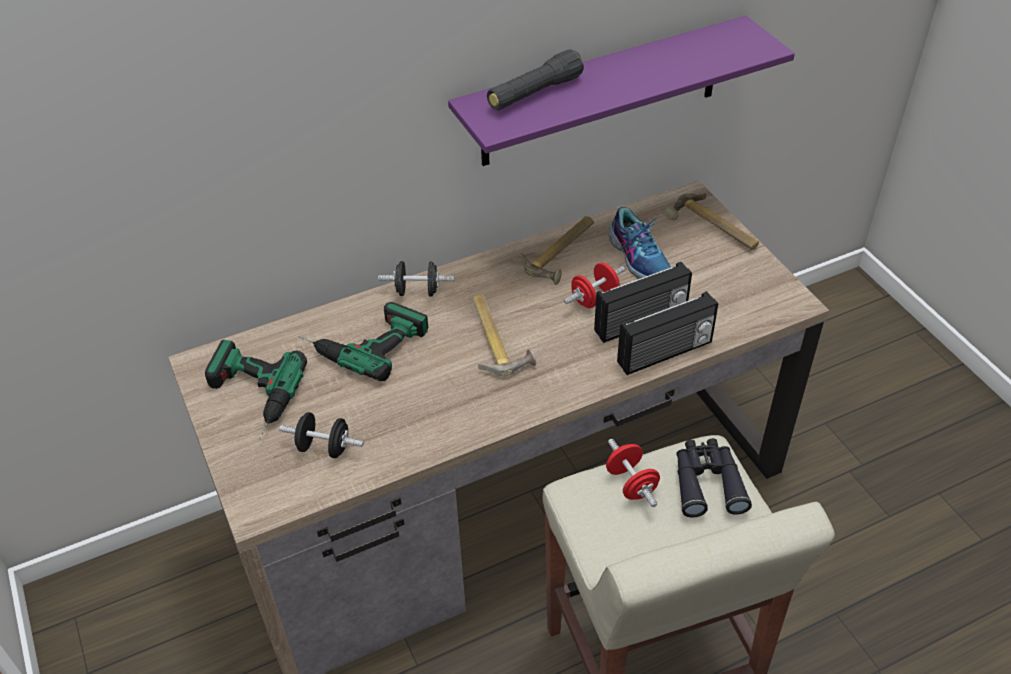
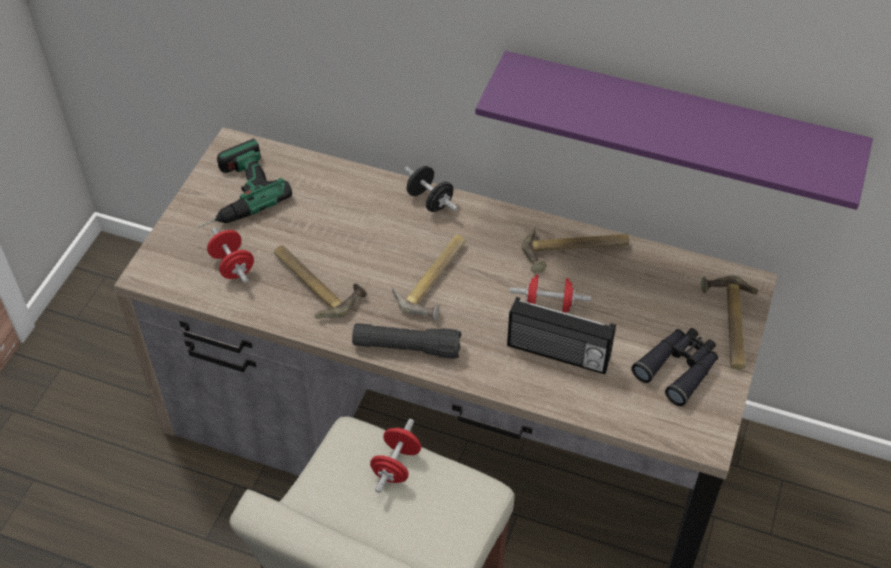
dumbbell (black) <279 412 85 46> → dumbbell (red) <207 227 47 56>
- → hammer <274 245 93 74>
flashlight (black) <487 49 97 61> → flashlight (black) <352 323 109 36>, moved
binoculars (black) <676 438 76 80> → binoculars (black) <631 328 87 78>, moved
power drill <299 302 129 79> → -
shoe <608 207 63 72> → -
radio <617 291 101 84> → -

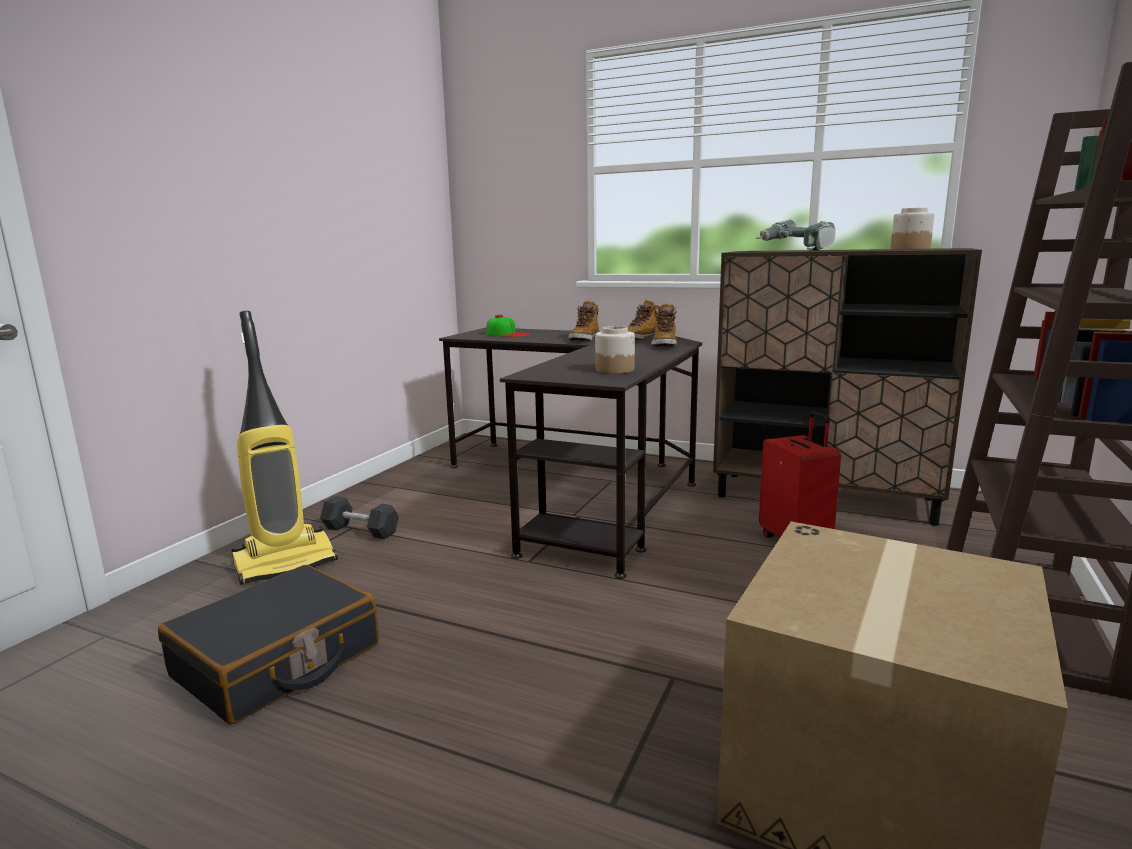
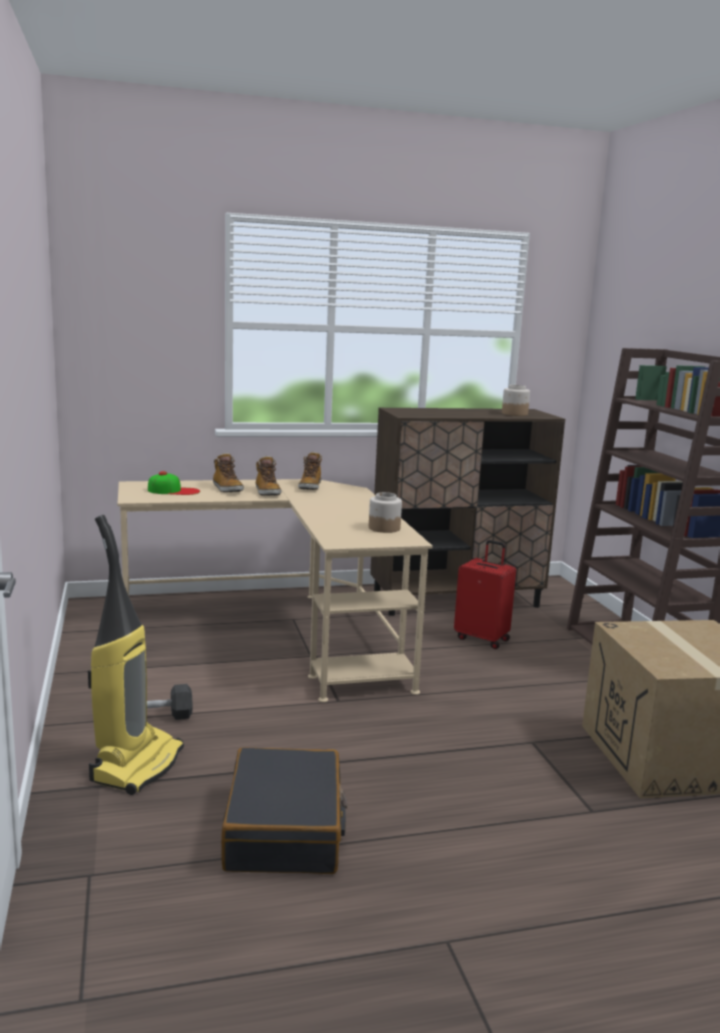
desk (black) <439 328 263 251> → desk (beige) <118 479 315 223>
boot <651 303 26 44> → boot <213 453 31 39>, moved
power drill <756 219 79 32> → -

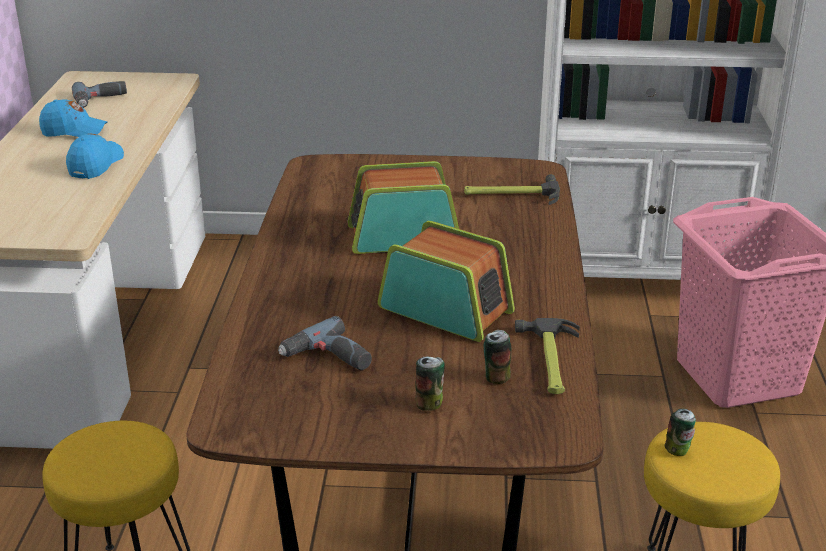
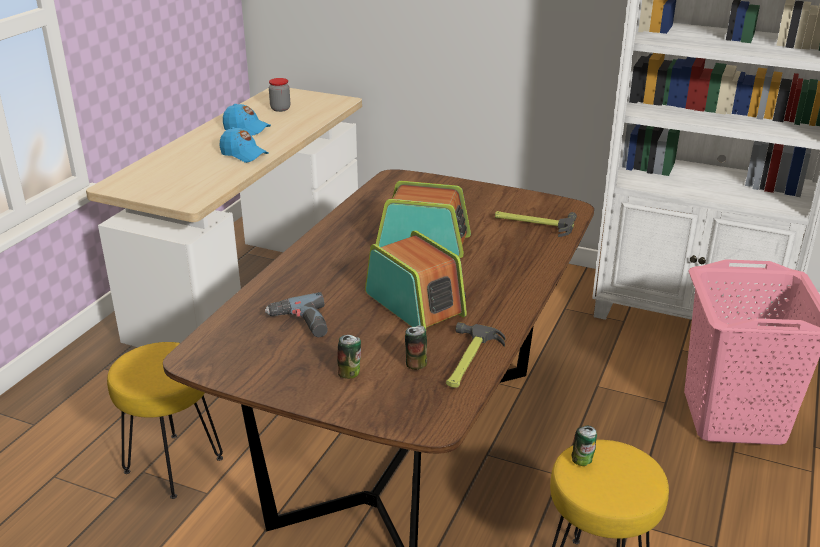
cap (blue) <66 134 58 45> → cap (blue) <220 127 48 36>, 90 degrees clockwise
power drill <72 81 55 27> → jar <269 78 21 34>

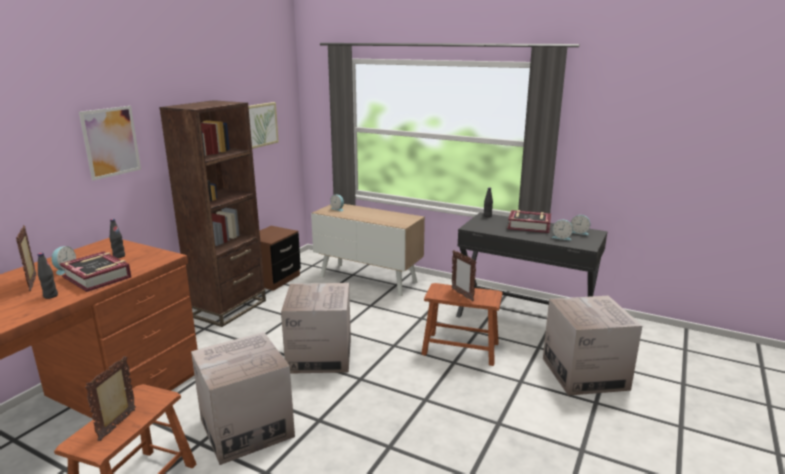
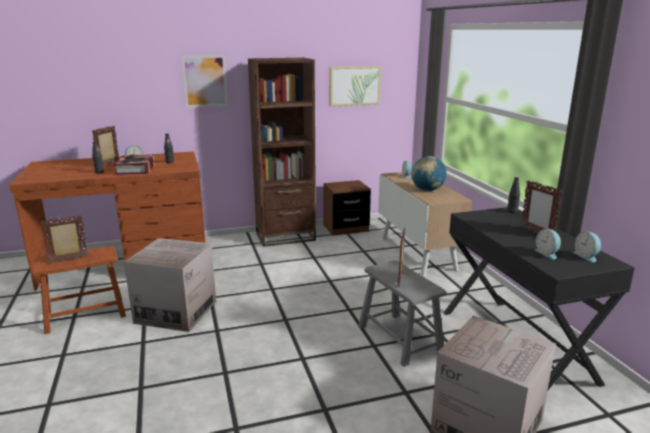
stool (brown) <421 283 82 83> → stool (grey) <358 260 89 107>
- → globe <411 156 36 35>
book <508 210 43 23> → picture frame <521 180 41 52>
cardboard box <281 283 70 91> → -

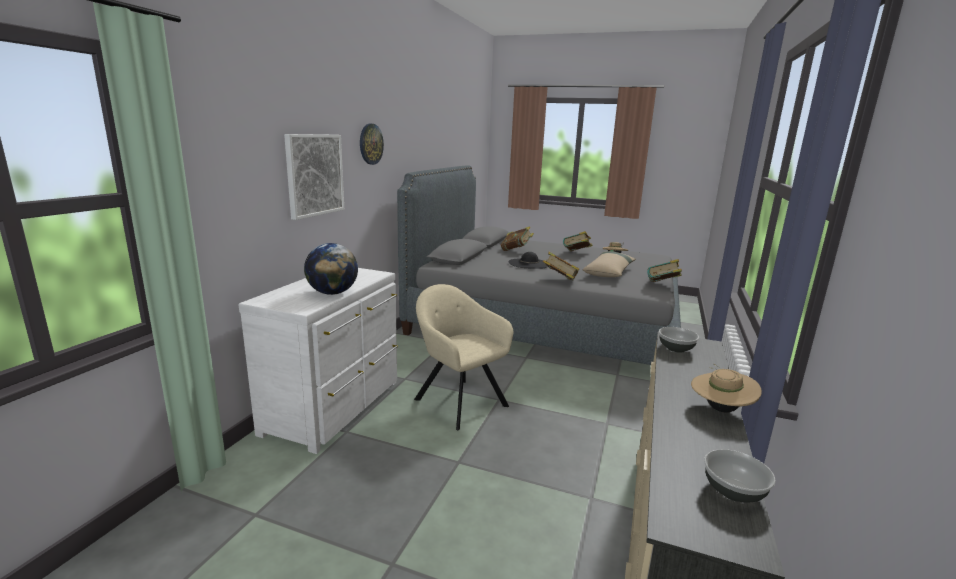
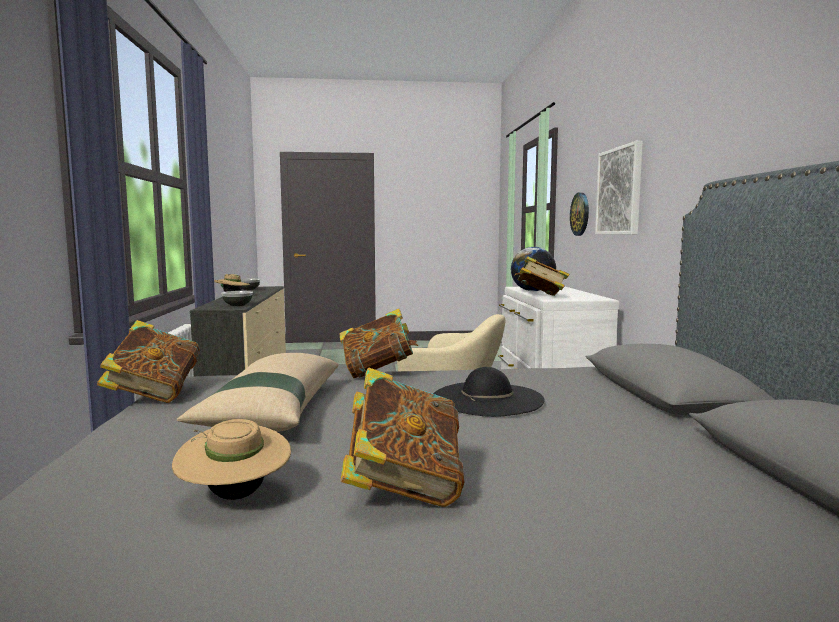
book <501 226 33 25> → book <514 256 55 40>, moved
wall clock <360 124 24 41> → wall clock <570 192 19 44>, moved

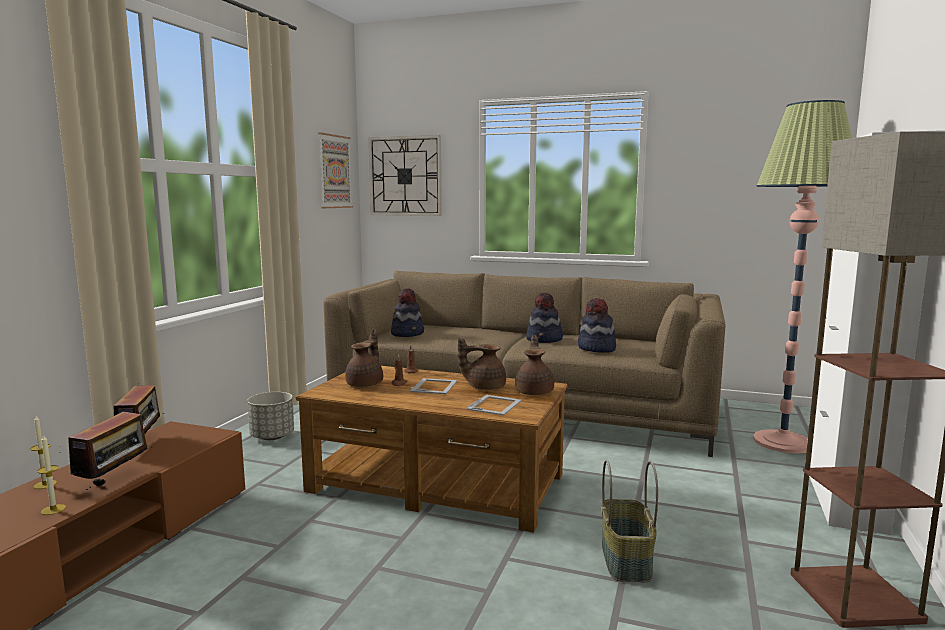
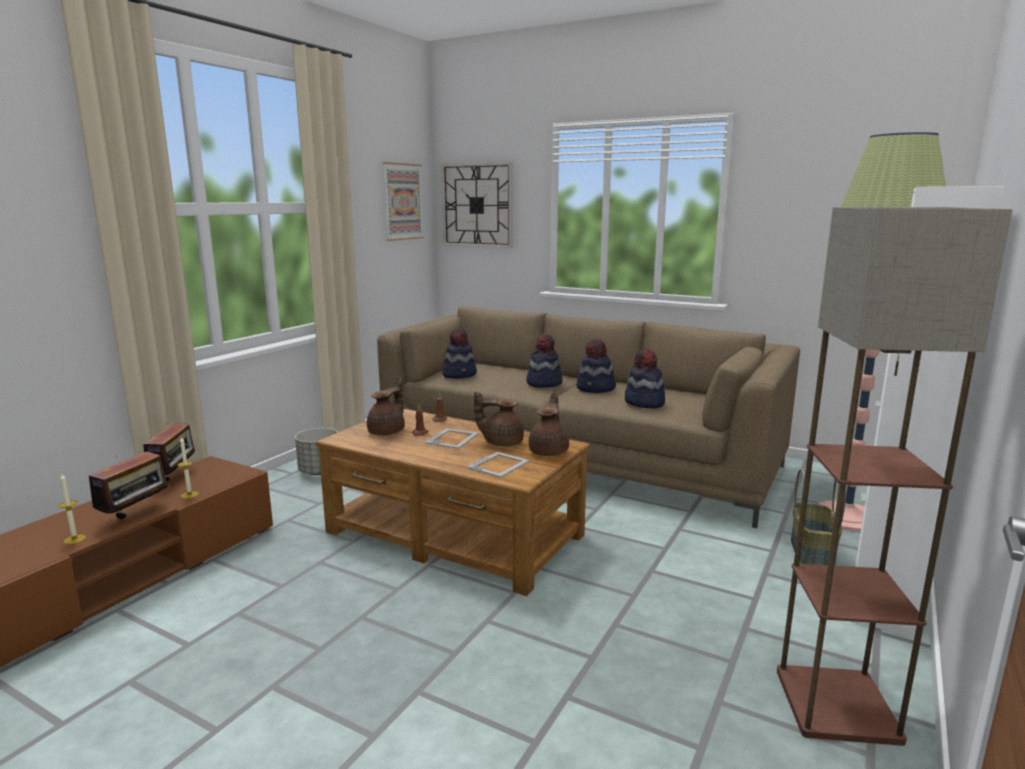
candle <30 416 27 73> → candle <178 436 21 63>, moved
- → hat <526 335 37 53>
basket <601 460 57 122> → basket <791 469 55 97>, moved

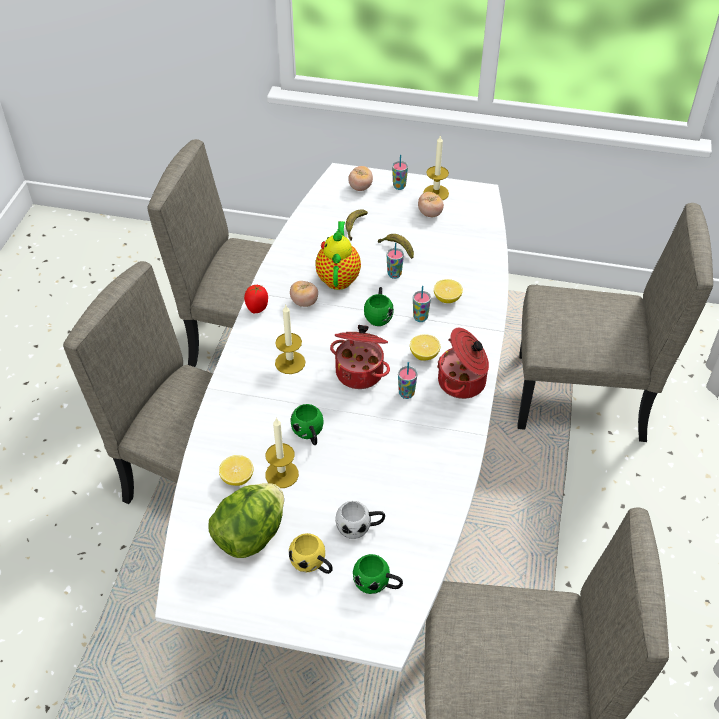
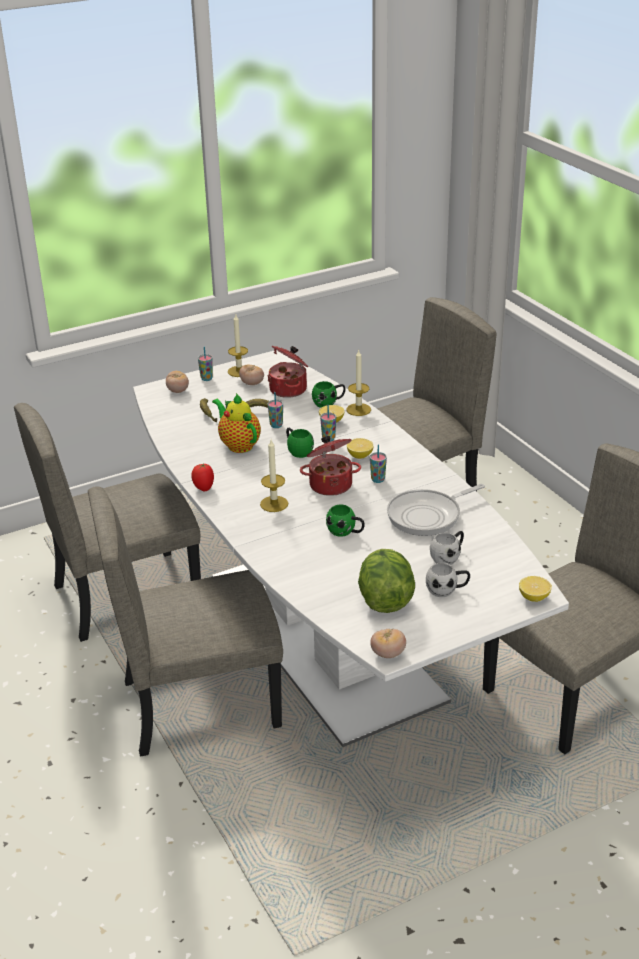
cooking pot <437 328 52 71> → cooking pot <268 346 40 52>, moved
mug (green) <353 554 50 40> → mug (green) <312 381 33 27>, moved
candle <265 417 34 71> → candle <347 350 24 66>, moved
tomato <290 281 28 26> → tomato <370 629 36 29>, moved
- → frying pan <387 484 98 52>
mug (yellow) <289 533 44 41> → mug (white) <426 563 44 34>
lemon <219 455 34 31> → lemon <519 576 33 26>, moved

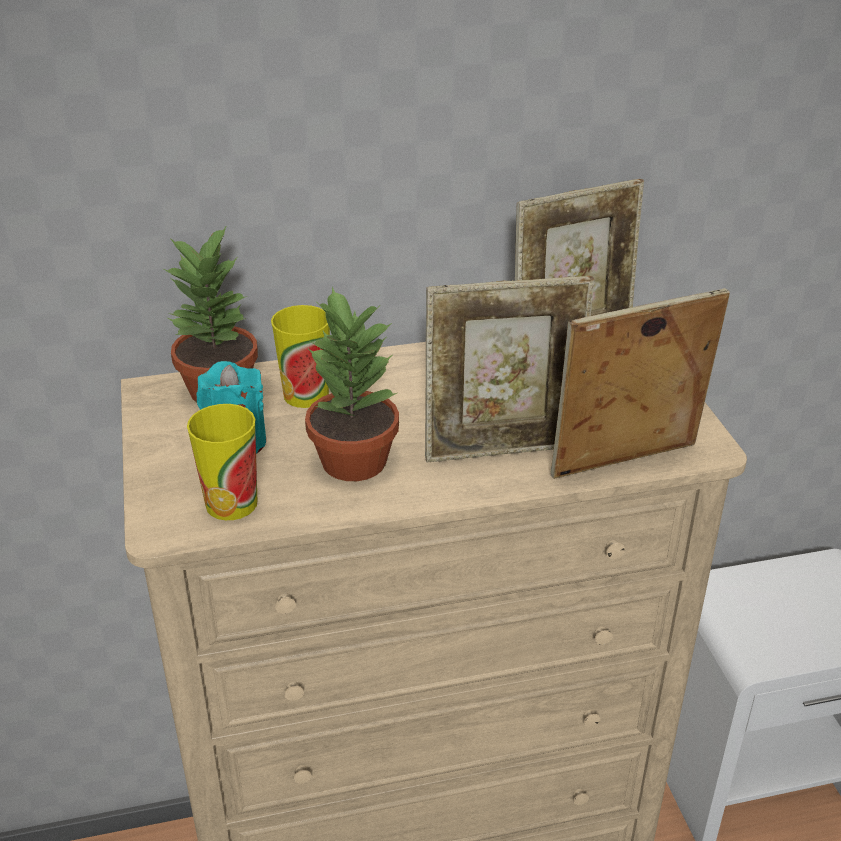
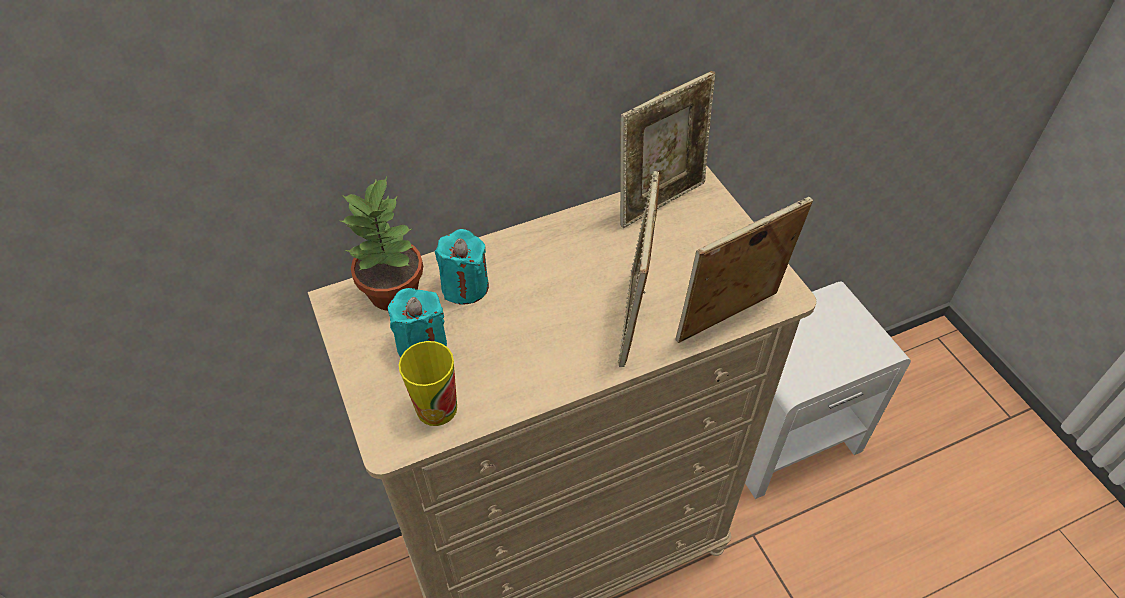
cup <271 305 59 103> → candle (turquoise) <435 229 54 76>
picture frame <425 276 170 186> → picture frame <618 171 42 196>, 120 degrees clockwise
potted plant <305 287 94 194> → -

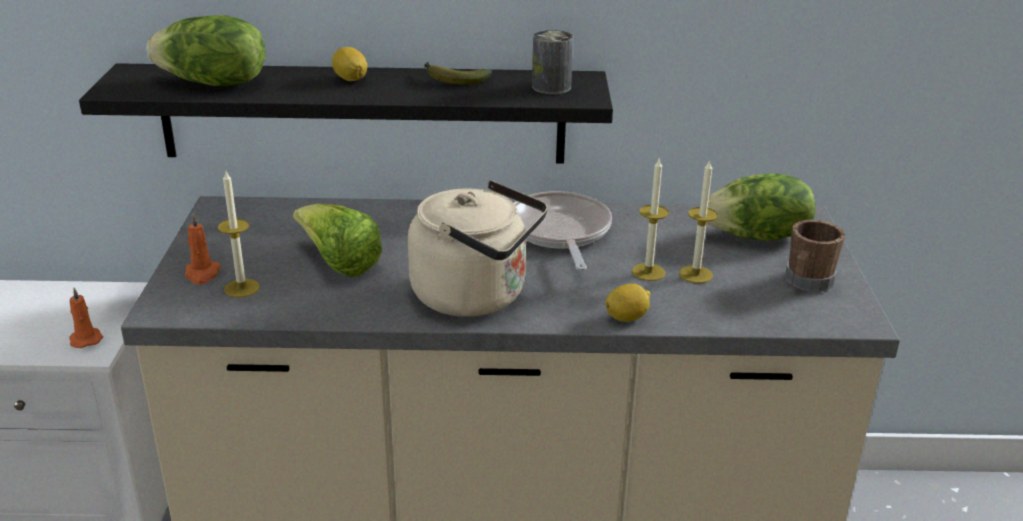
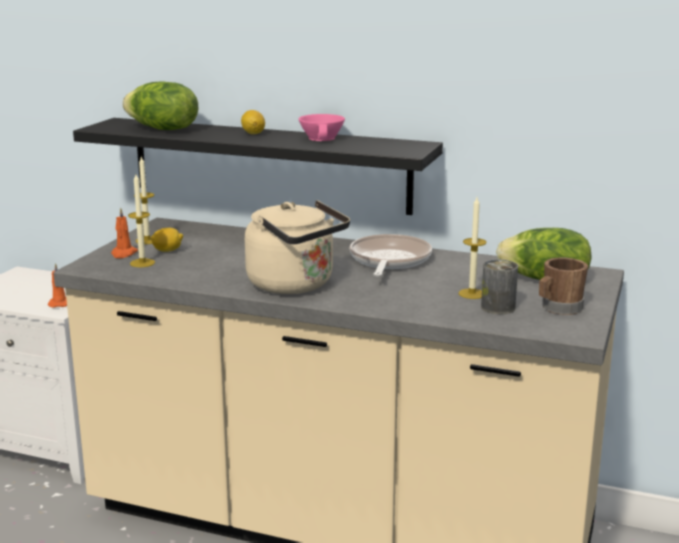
candle <632 159 37 122> → candle <134 157 20 87>, moved
lemon <606 284 44 38> → lemon <151 228 32 24>, moved
banana <424 62 68 23> → cup (pink) <299 114 46 27>
can <532 30 41 64> → can <481 260 37 54>, moved
lettuce <293 204 89 73> → -

